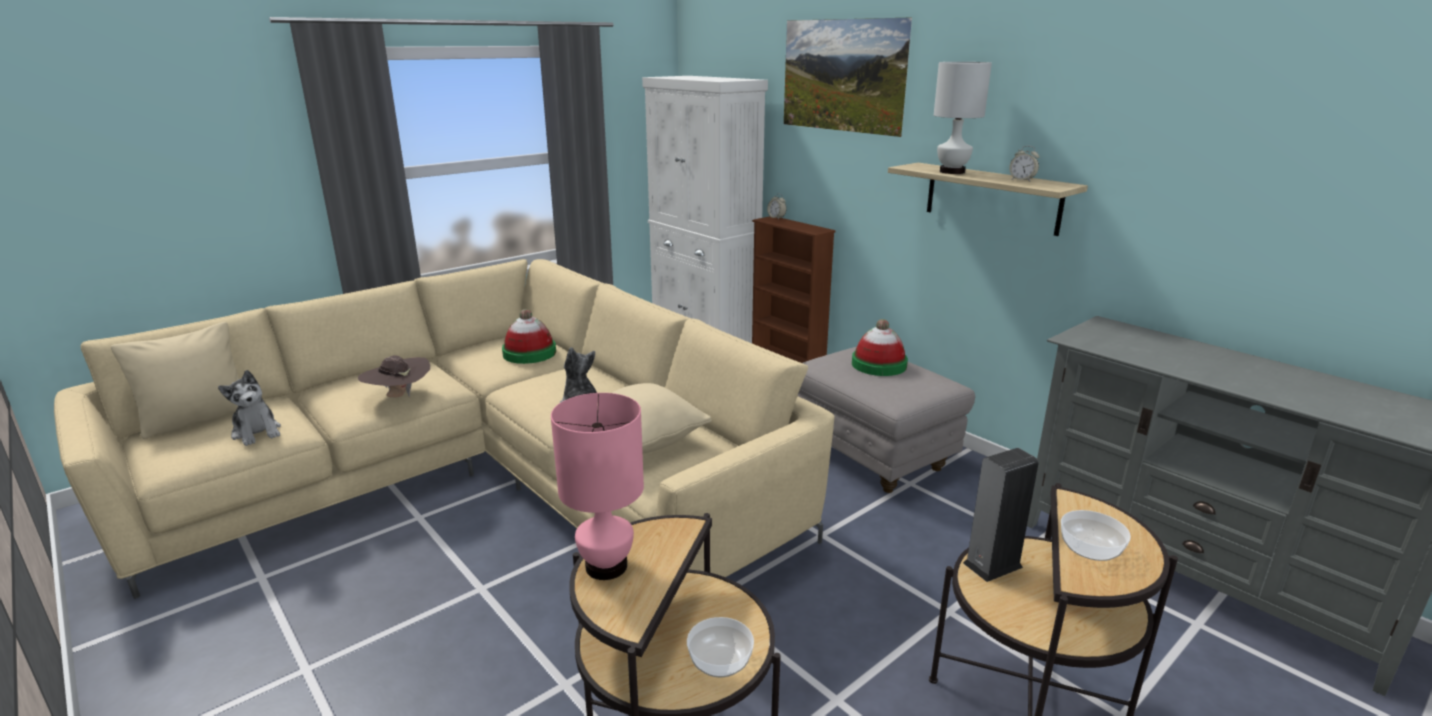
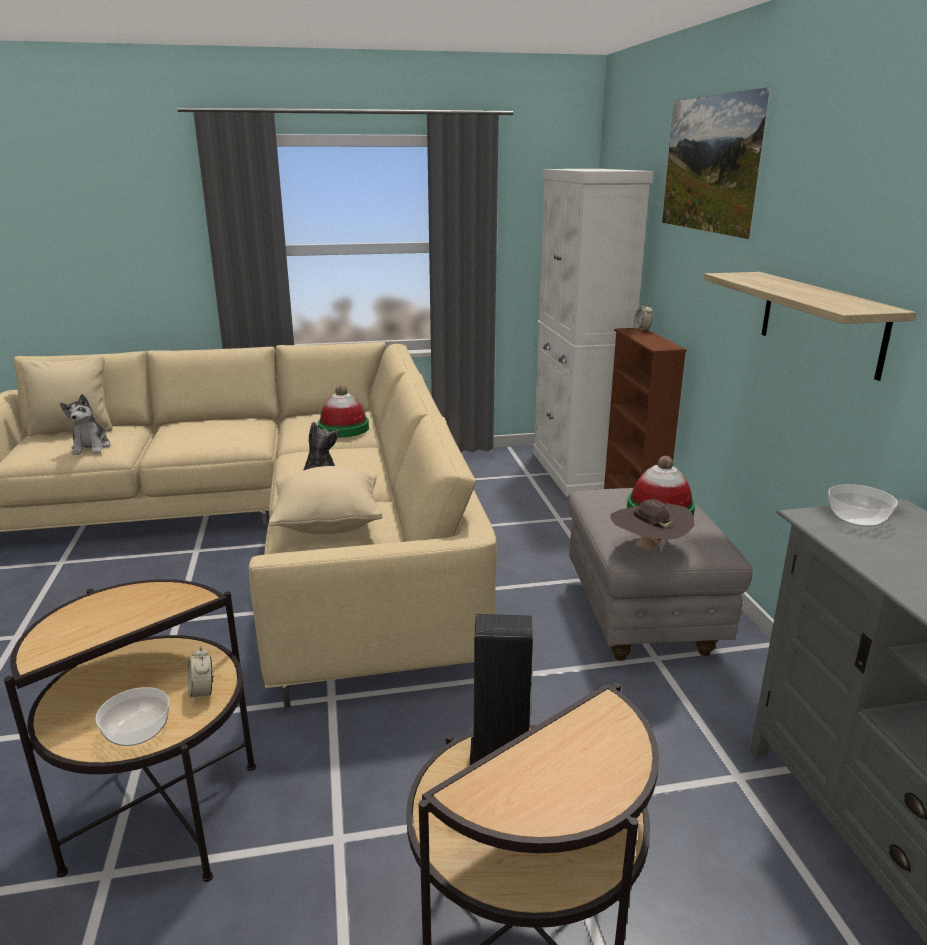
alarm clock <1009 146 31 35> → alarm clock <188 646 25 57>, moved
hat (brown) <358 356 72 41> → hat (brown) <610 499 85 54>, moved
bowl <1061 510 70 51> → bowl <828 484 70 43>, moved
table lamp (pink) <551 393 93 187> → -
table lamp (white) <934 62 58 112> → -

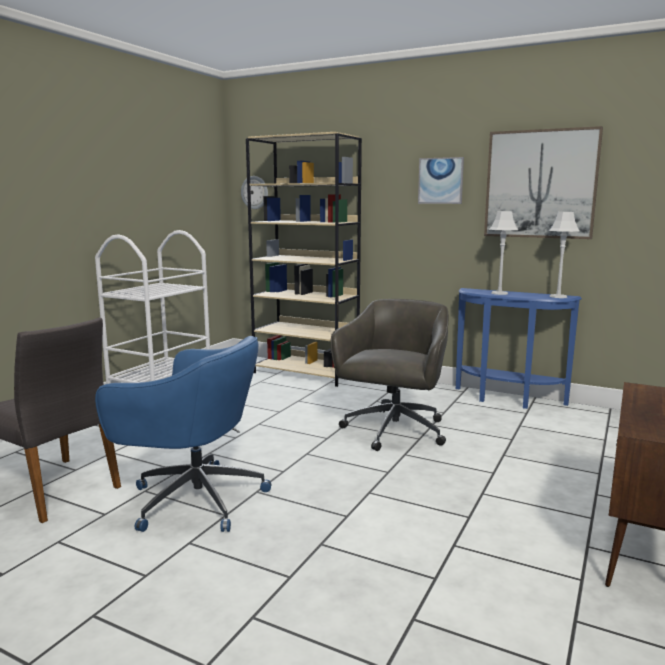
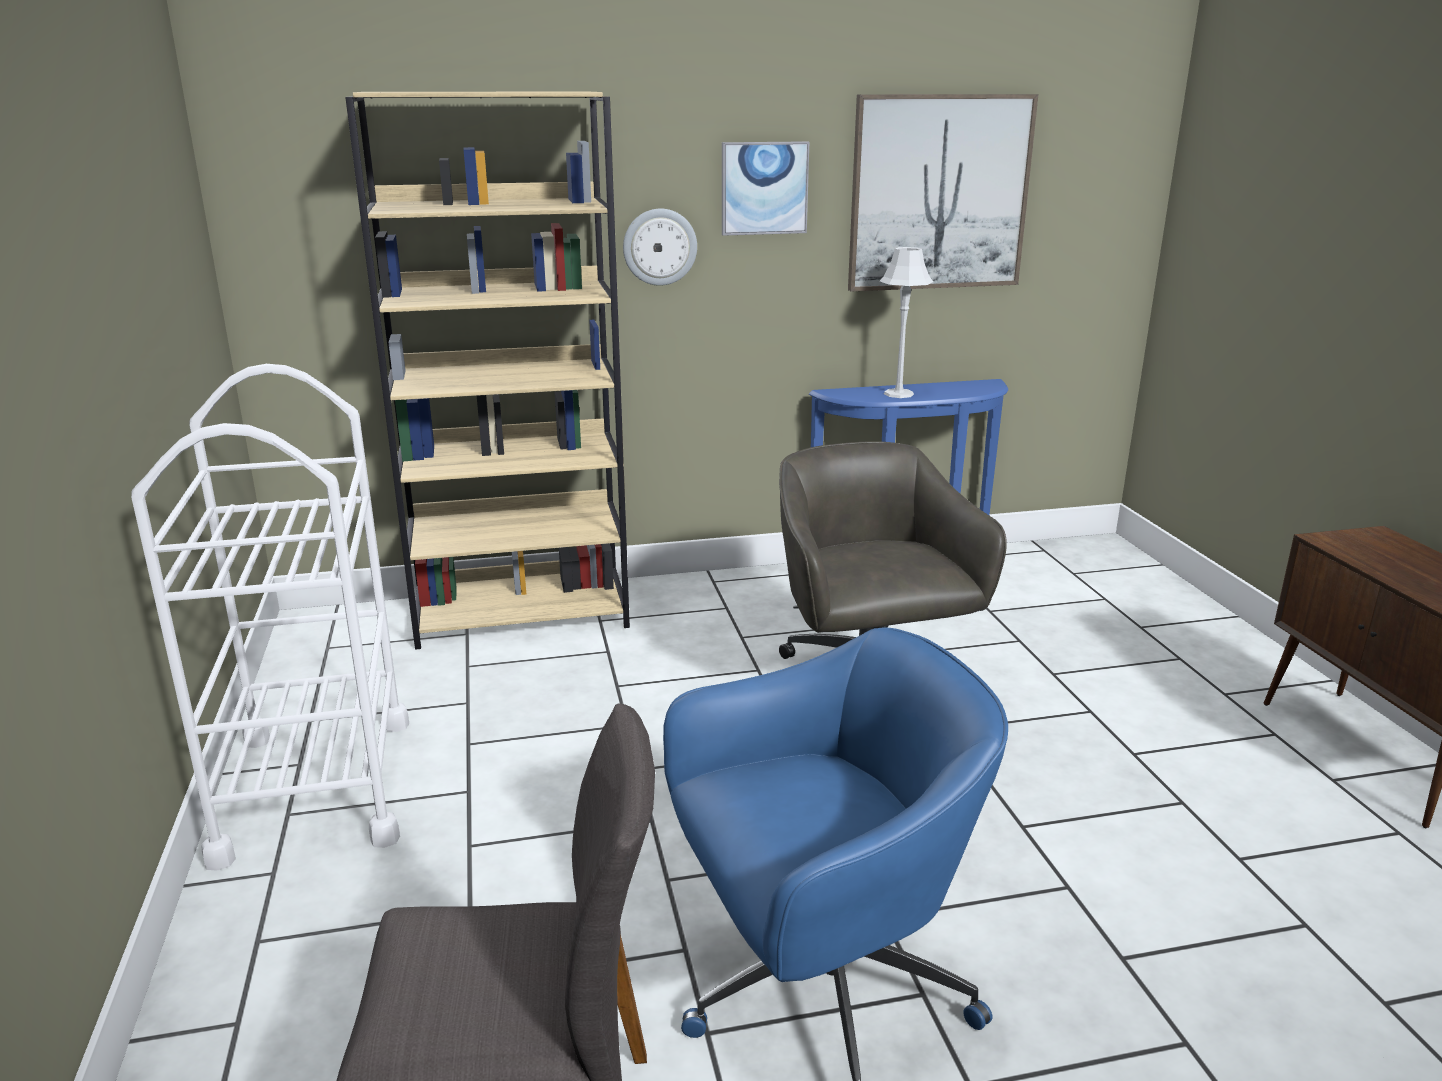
wall clock <241 176 27 33> → wall clock <623 209 74 77>, moved
table lamp (grey) <549 212 31 86> → -

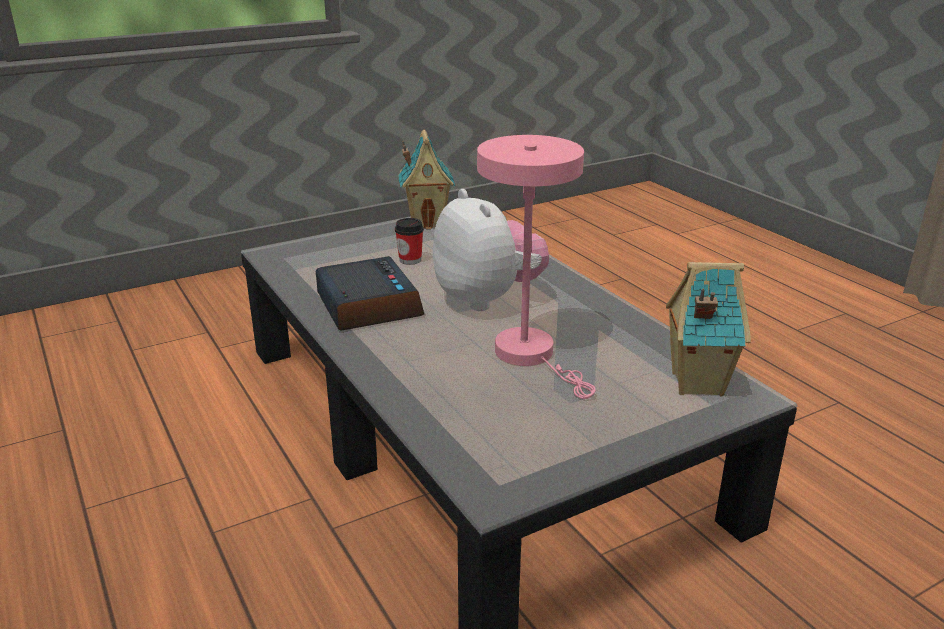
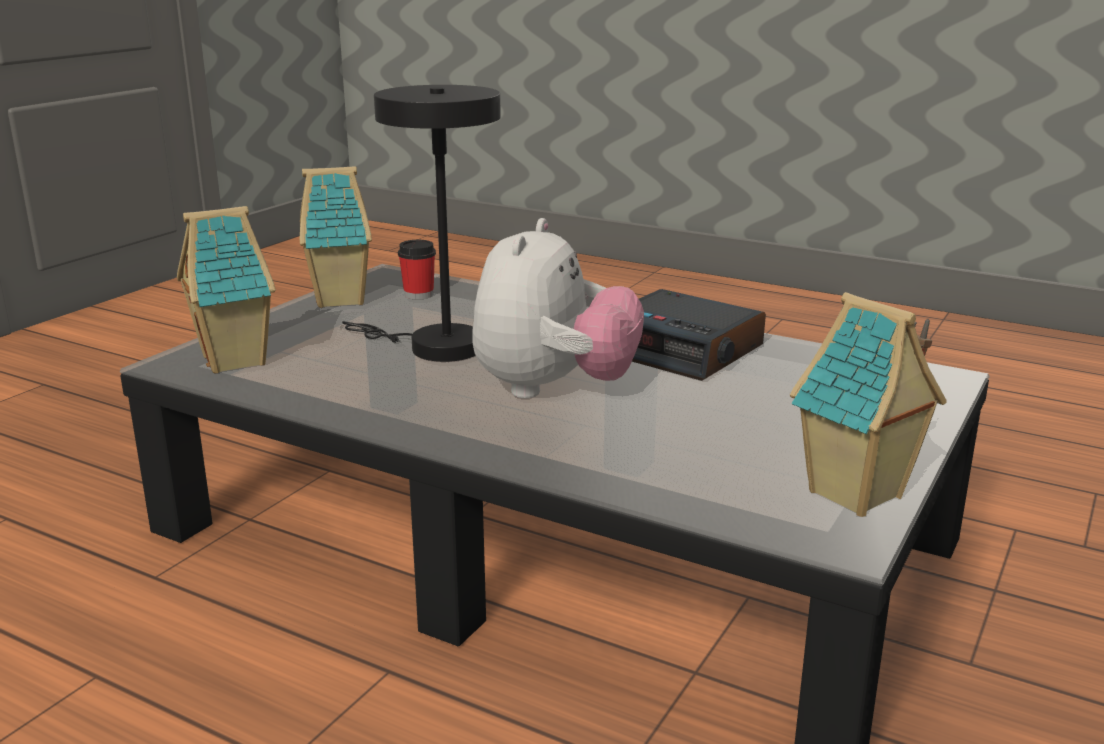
- → toy house <300 166 72 142>
table lamp (pink) <477 135 119 264> → table lamp (black) <342 85 159 277>
cup <395 218 29 47> → cup <398 240 38 59>, moved
plush toy <433 189 116 122> → plush toy <472 218 172 181>, 105 degrees counterclockwise

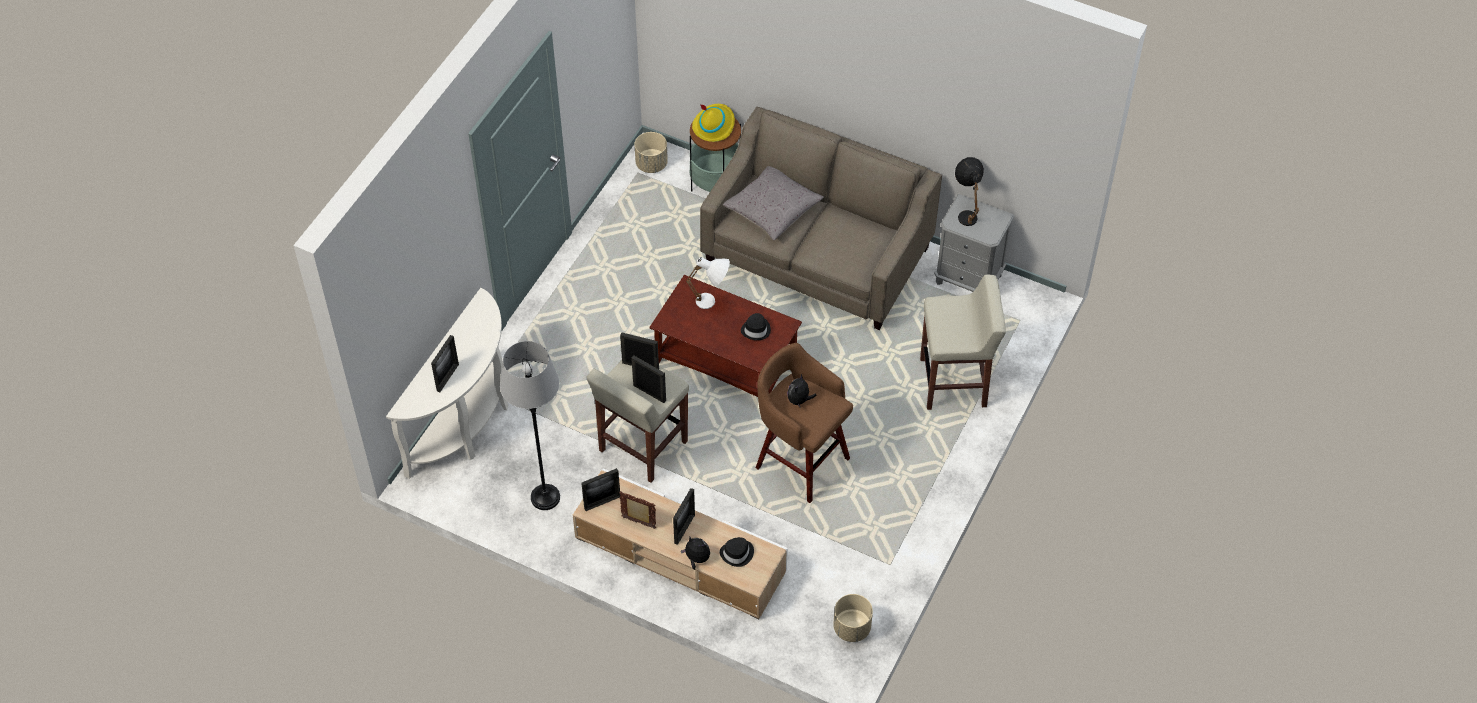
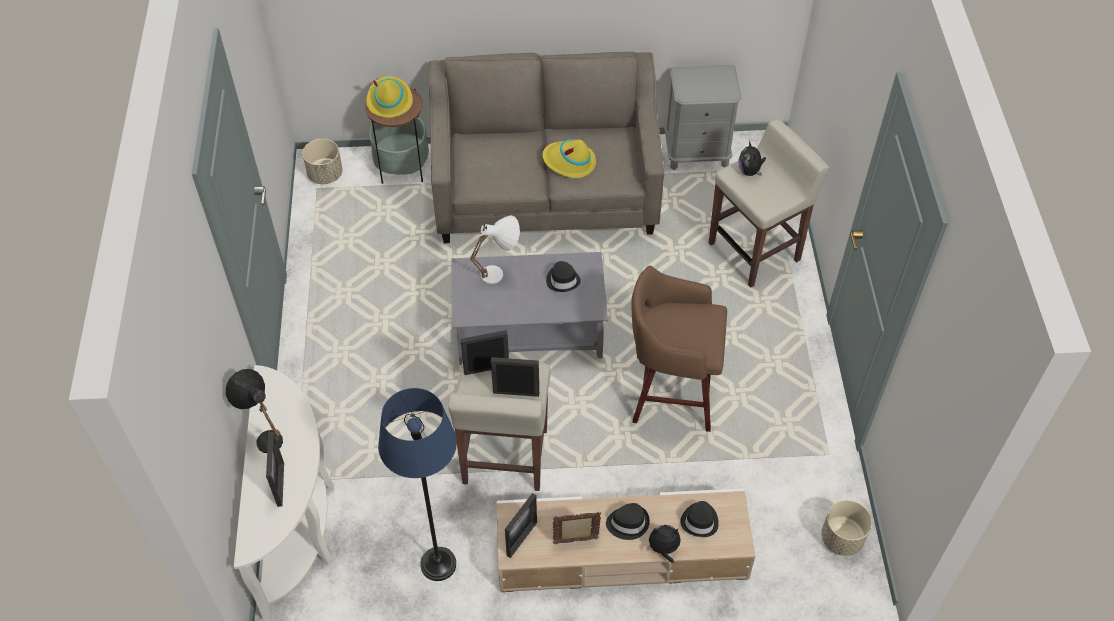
table lamp (black) <955 157 29 69> → table lamp (black) <226 369 57 84>, moved
floor lamp (grey) <500 341 60 169> → floor lamp (blue) <378 388 79 193>
coffee table (brown) <649 275 153 122> → coffee table (grey) <451 252 157 113>
- → hat (yellow) <542 139 54 39>
picture frame <673 488 22 57> → hat (black) <606 503 44 37>
plush toy <787 374 30 34> → plush toy <738 141 28 35>, moved
pillow (grey) <723 166 101 74> → -

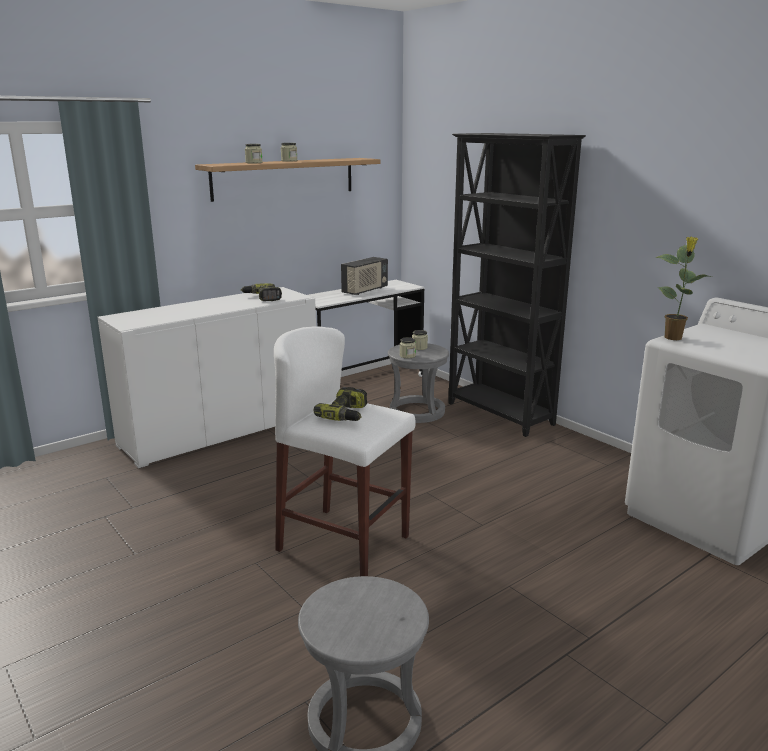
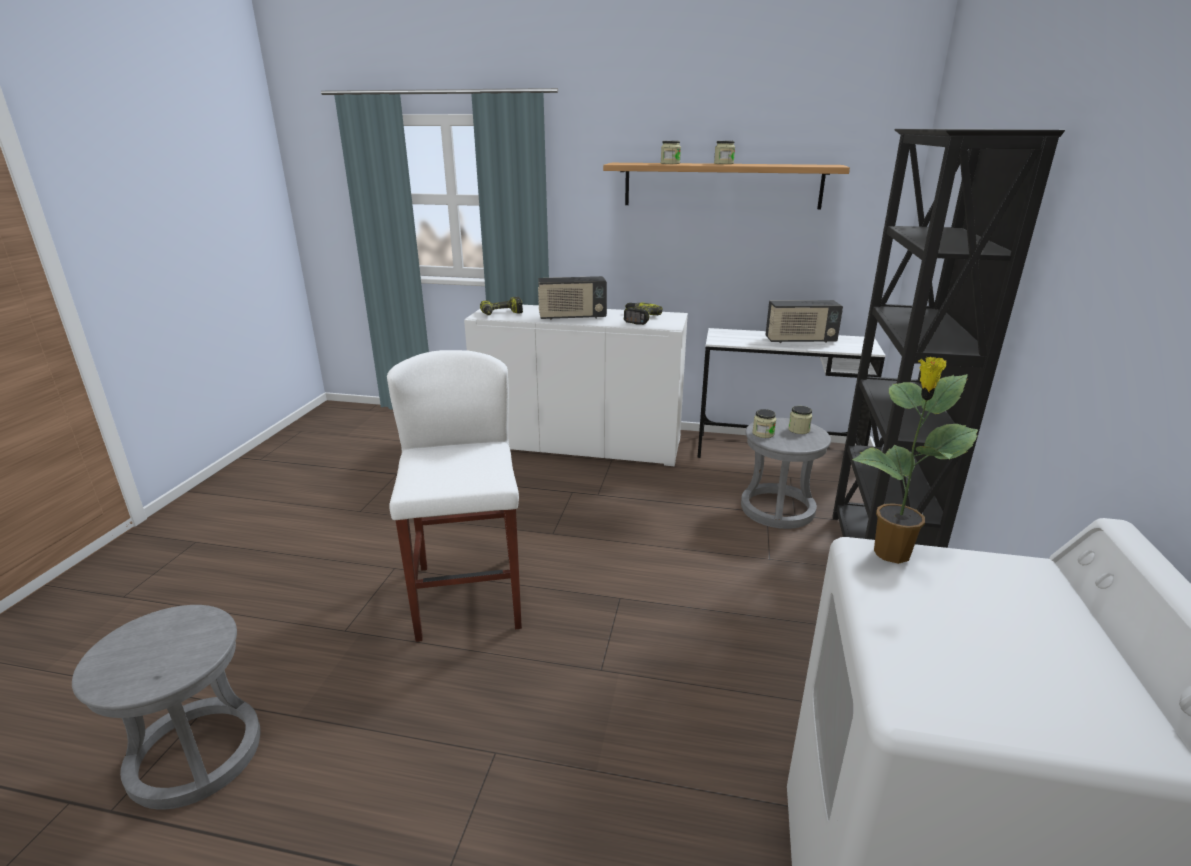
power drill <314 387 53 34> → power drill <480 296 43 19>, moved
- → radio <538 276 69 44>

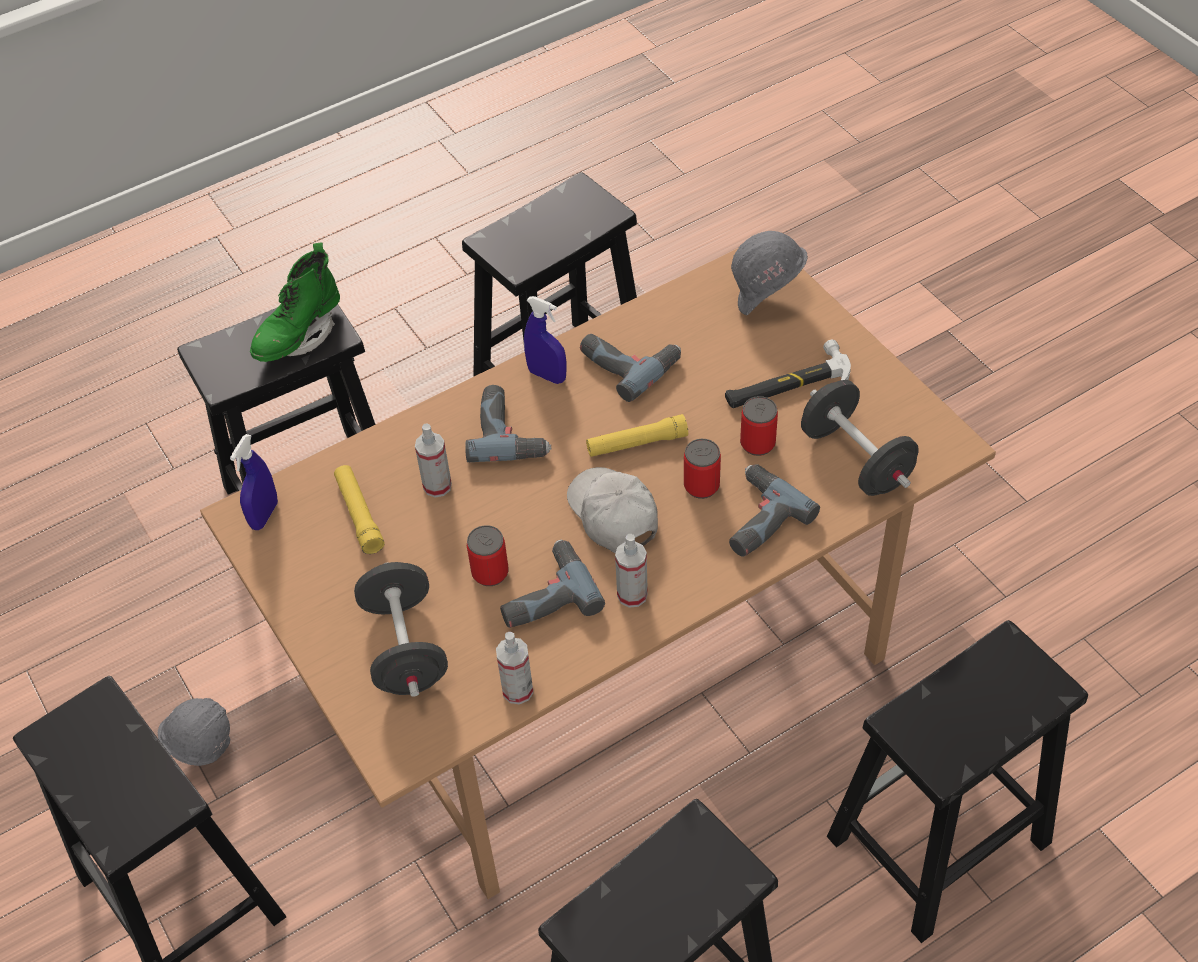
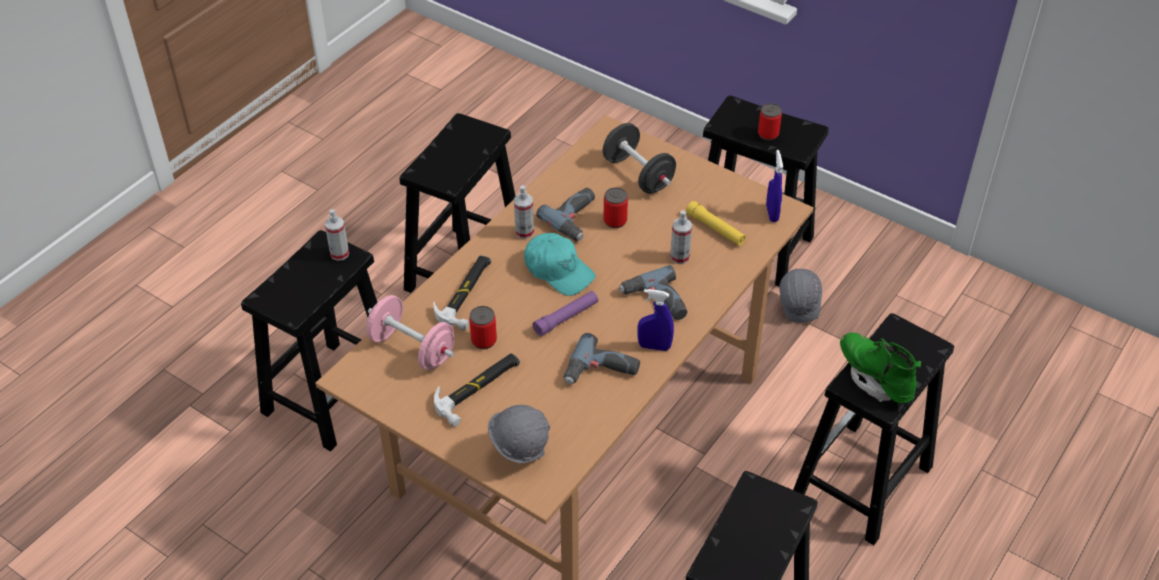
spray bottle <496 632 37 72> → spray bottle <325 209 24 52>, moved
dumbbell (black) <801 380 118 116> → dumbbell (pink) <367 295 87 75>
power drill <729 464 91 93> → hammer <433 256 58 74>
cap (white) <567 467 91 86> → cap (turquoise) <524 233 72 63>
flashlight (yellow) <586 414 102 43> → flashlight (purple) <533 291 65 45>
can <684 439 37 60> → can <758 103 24 38>, moved
boot (green) <250 243 90 119> → boot (green) <840 332 81 71>, 45 degrees counterclockwise

